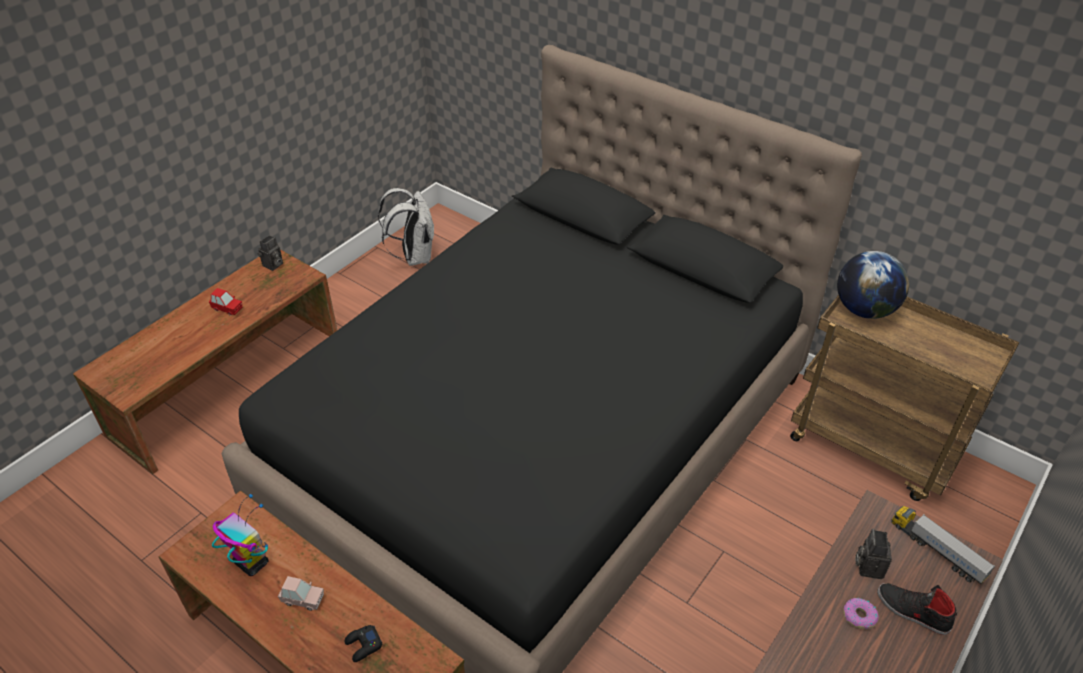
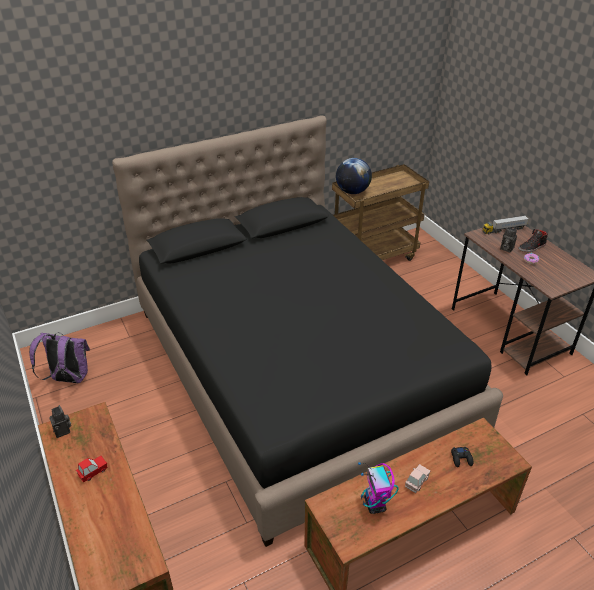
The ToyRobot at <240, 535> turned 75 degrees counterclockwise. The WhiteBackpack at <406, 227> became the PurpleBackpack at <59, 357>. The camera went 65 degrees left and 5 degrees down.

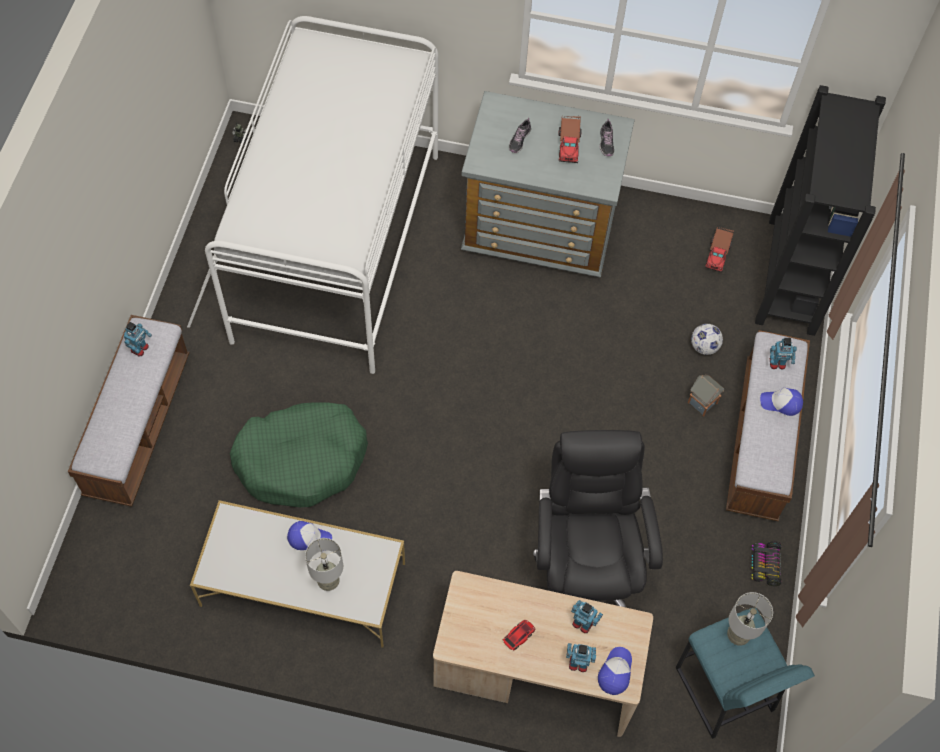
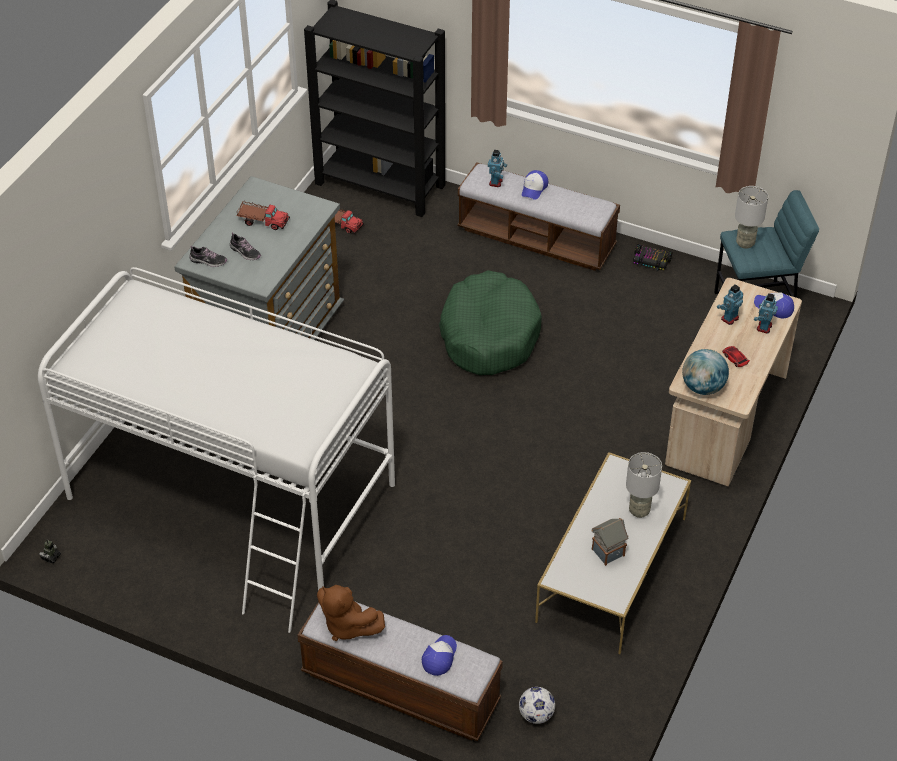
The ToyRobot at <138, 339> was replaced by the BrownPlushToy at <351, 613>. The GreenDogBed moved from <299, 454> to <490, 322>. The Cap moved from <309, 535> to <439, 655>. The BlackOfficeChair at <598, 518> disappeared. The Shoe moved from <607, 137> to <208, 256>. The ToyHouse moved from <706, 396> to <610, 542>. The Football moved from <707, 339> to <537, 705>. The Globe at <705, 372> appeared. The camera went 75 degrees left and 15 degrees down.

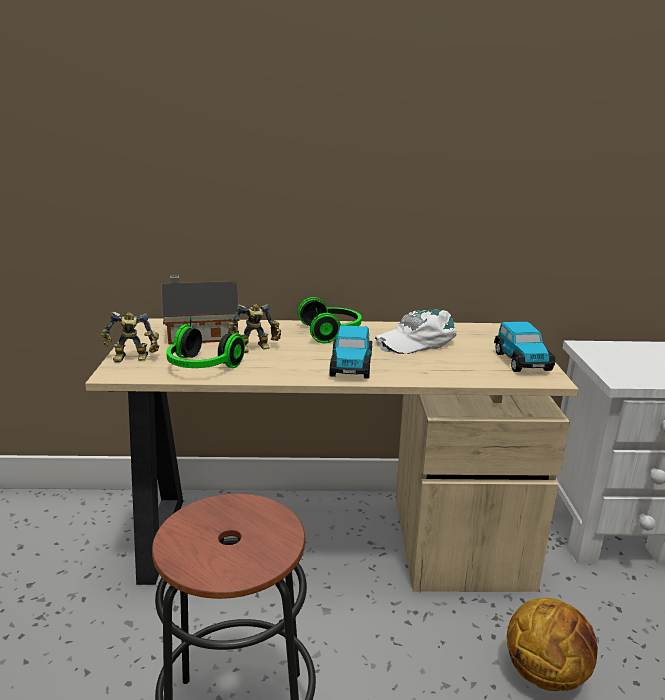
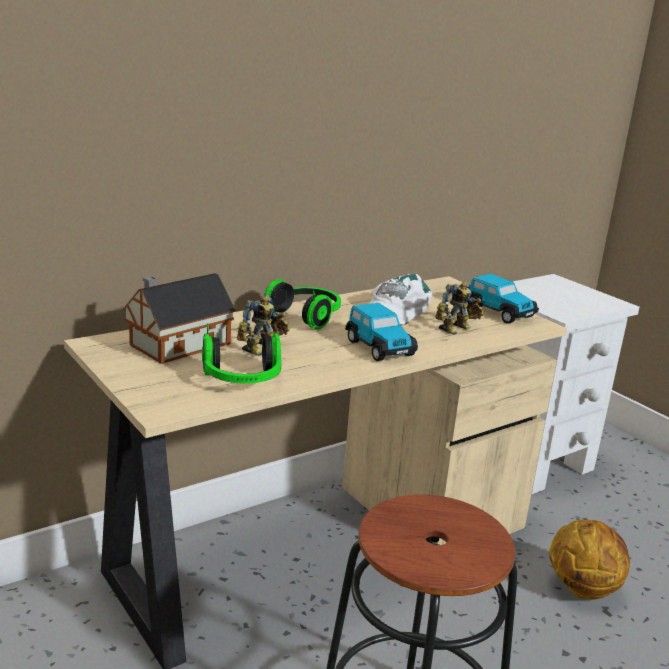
The ToyRobot moved from <130, 337> to <459, 308>. The camera went 35 degrees left and 0 degrees up.

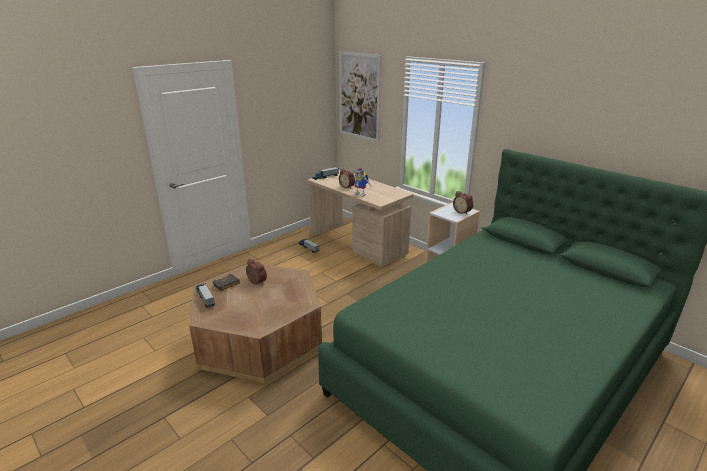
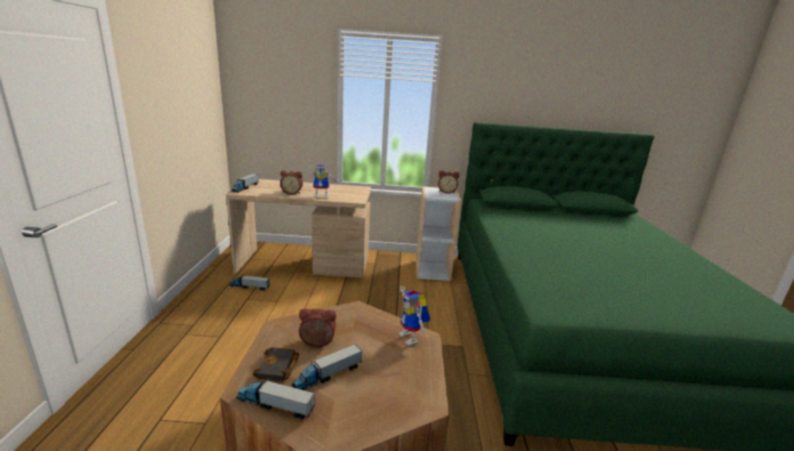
The Picture at <360, 97> disappeared. The ToyTruck at <326, 367> appeared. The ToyRobot at <414, 316> appeared. The camera went 45 degrees left and 5 degrees down.

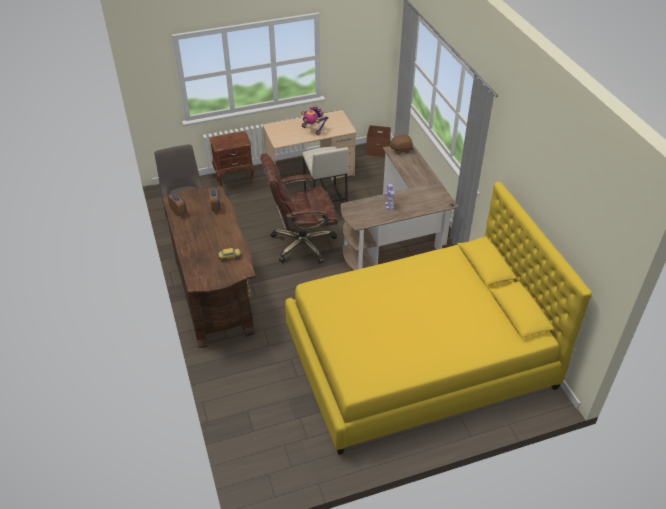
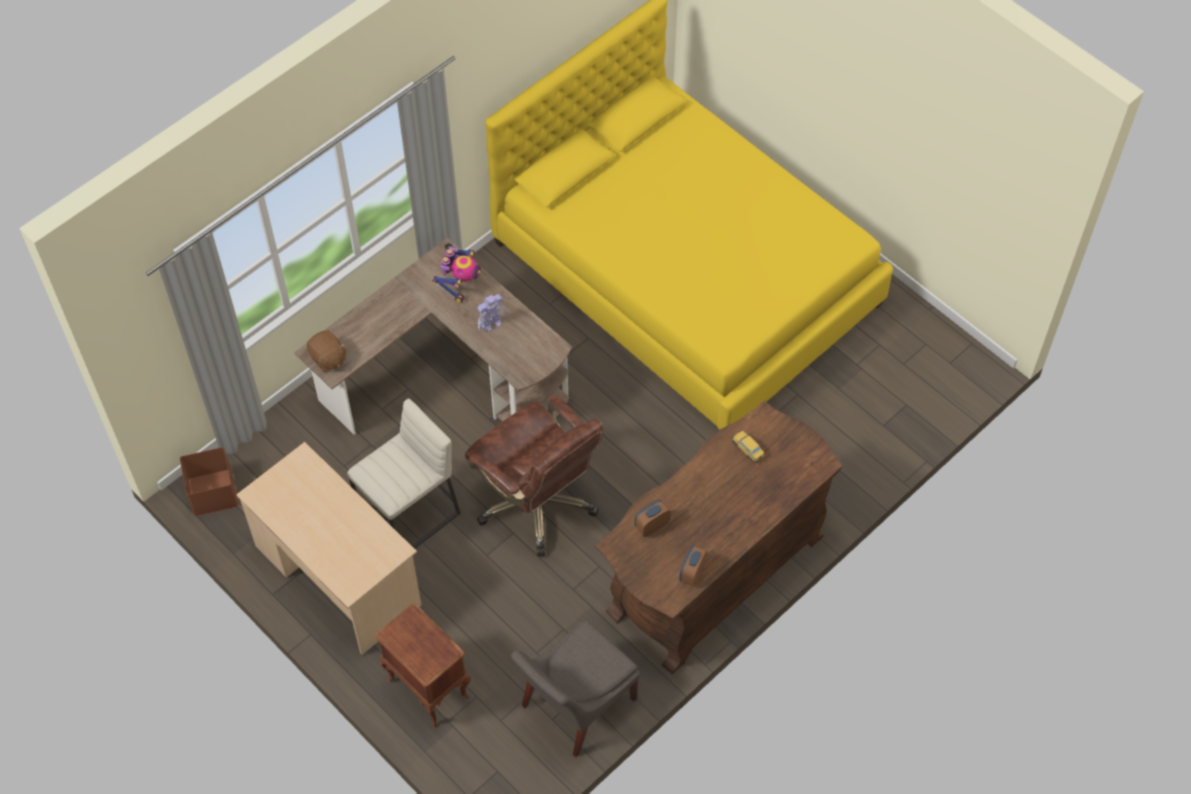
The ToyRobot moved from <314, 120> to <456, 275>. The camera went 115 degrees left and 15 degrees up.

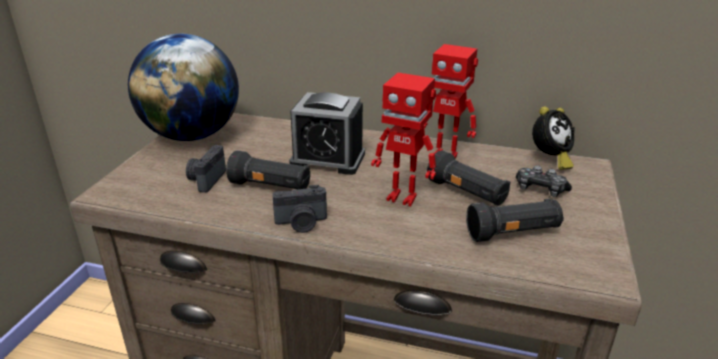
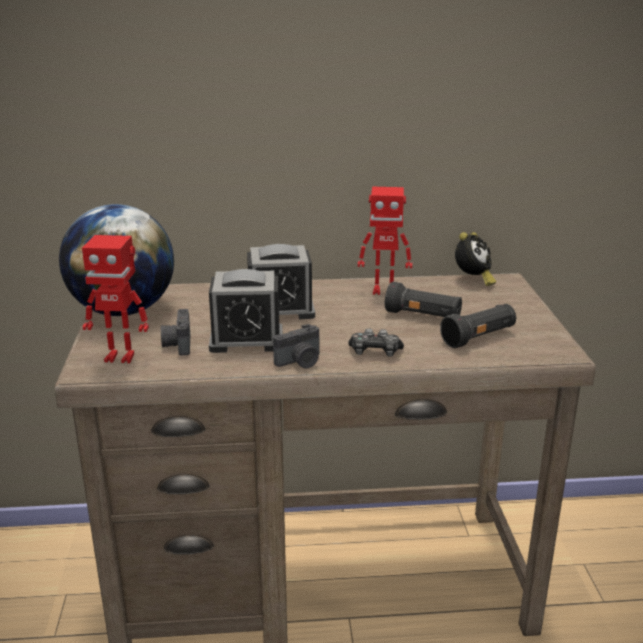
The BlackFlashlight at <268, 169> was replaced by the AlarmClock at <246, 311>. The ToyRobot moved from <403, 139> to <115, 299>. The GameController moved from <544, 181> to <376, 342>. The camera went 20 degrees left and 5 degrees down.

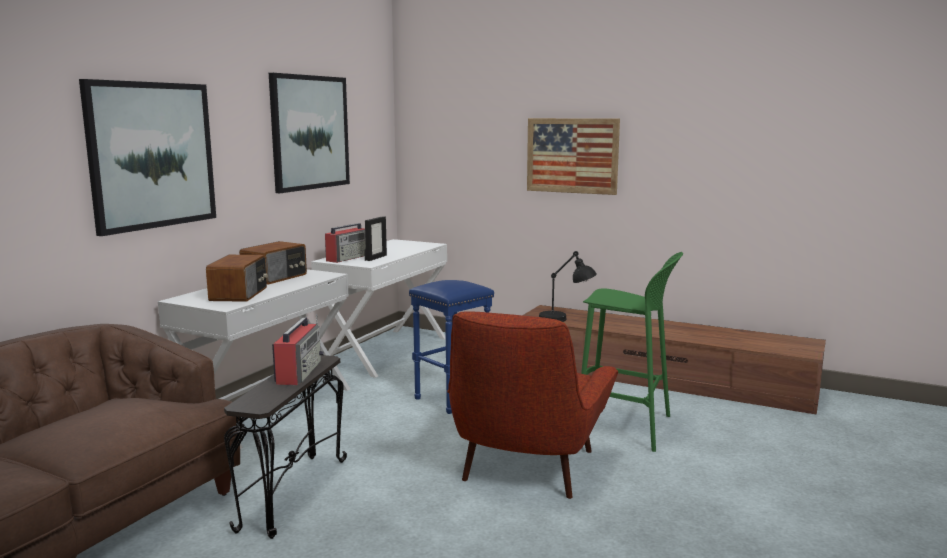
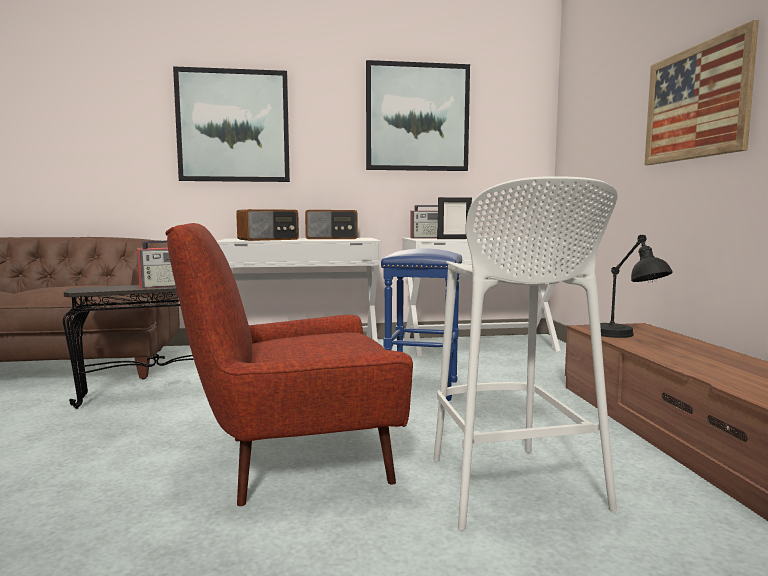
The GreenStool at <632, 352> became the WhiteStool at <526, 353>. The camera went 55 degrees right and 5 degrees down.

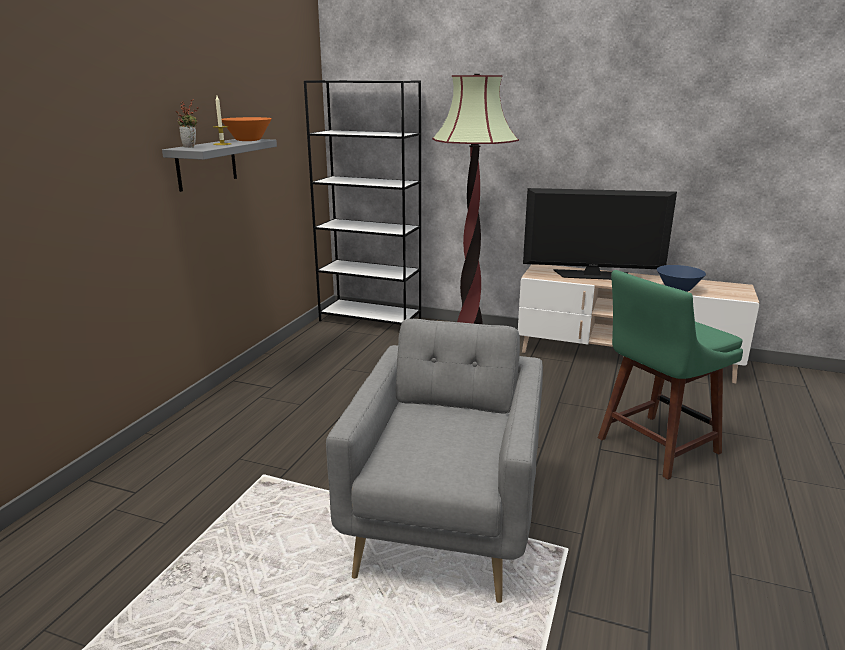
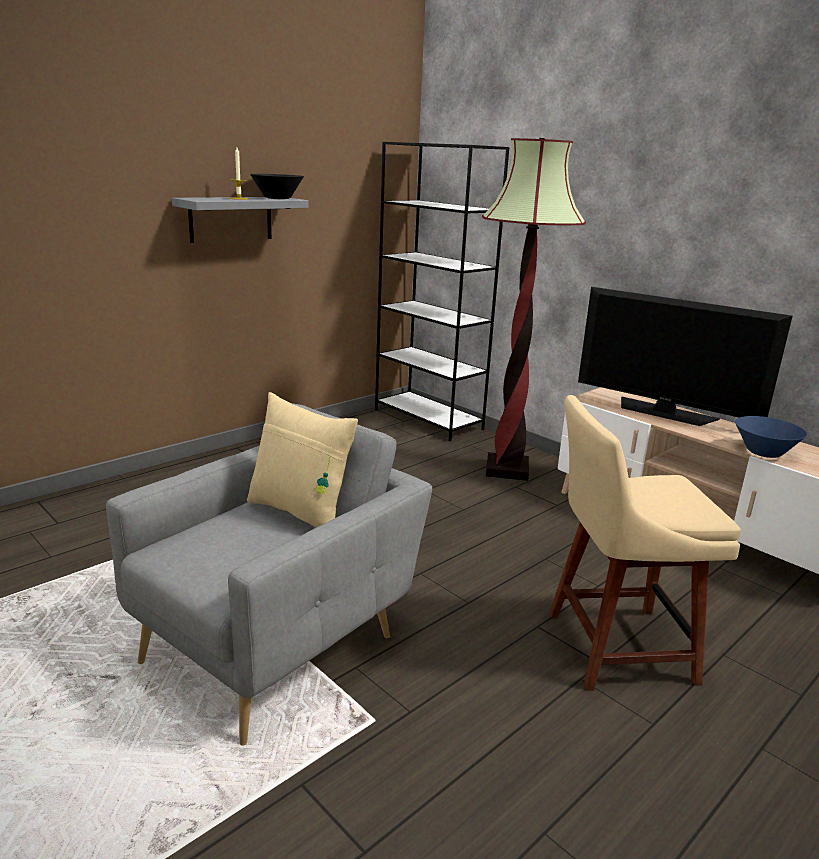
The PottedPlant at <187, 123> disappeared. The OrangeBowl at <247, 129> became the BlackBowl at <277, 186>. The GreenStool at <670, 375> became the BeigeStool at <645, 543>. The BeigePillow at <302, 460> appeared. The camera went 25 degrees right and 0 degrees up.

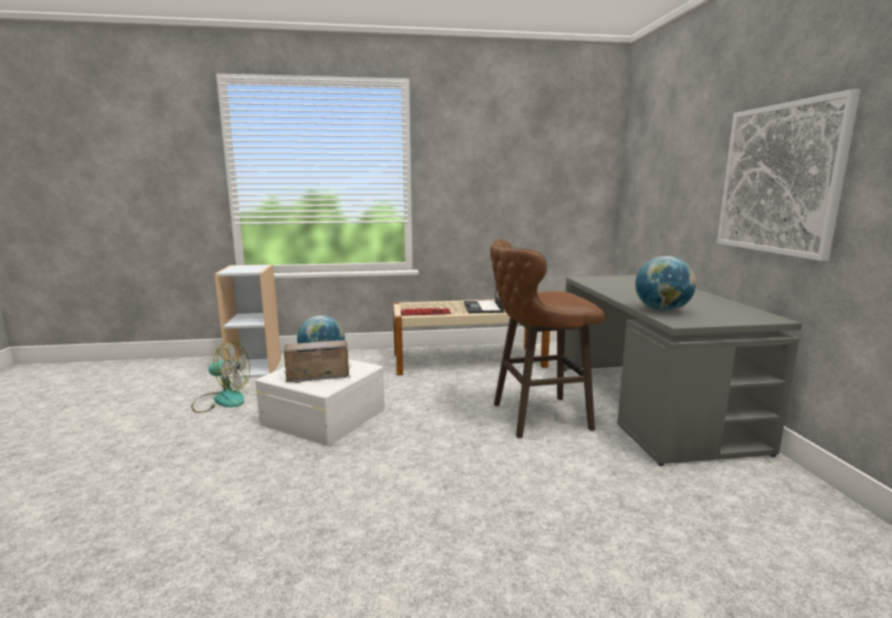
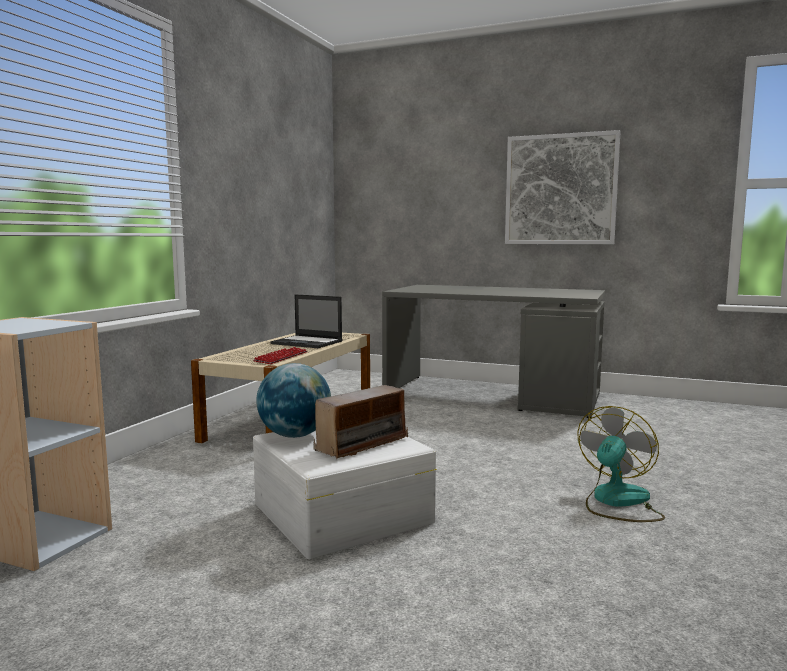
The Fan moved from <220, 377> to <621, 464>. The Radio at <316, 361> turned 150 degrees counterclockwise. The BrownStool at <547, 339> disappeared. The Globe at <665, 284> disappeared. The camera went 60 degrees left and 5 degrees down.

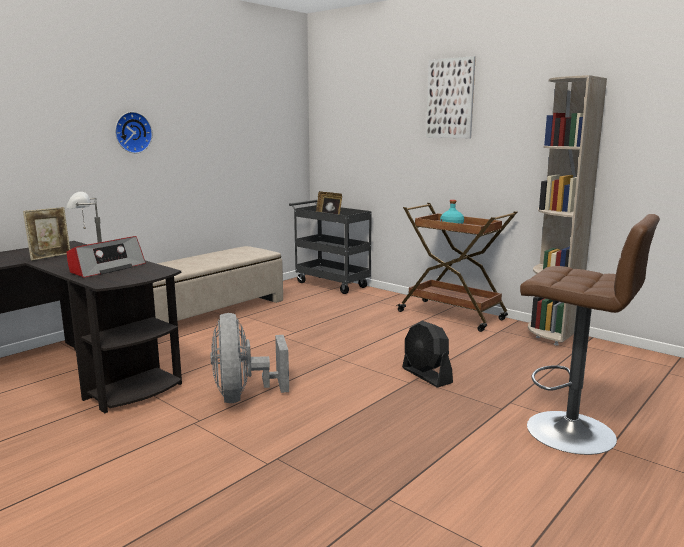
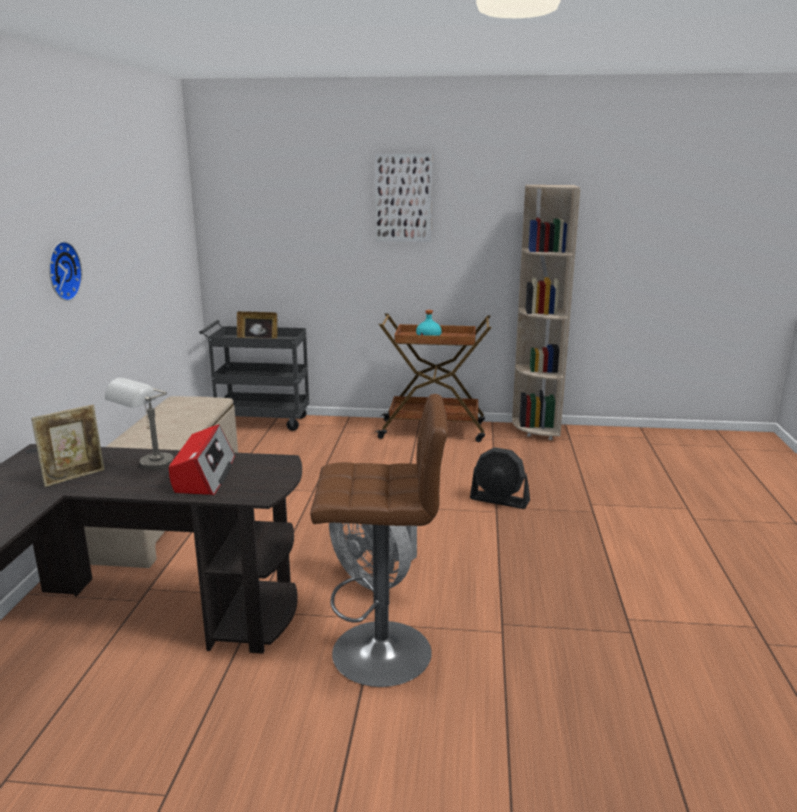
The PictureFrame at <46, 234> turned 45 degrees clockwise. The BrownStool moved from <590, 334> to <379, 540>. The camera went 35 degrees left and 5 degrees up.

